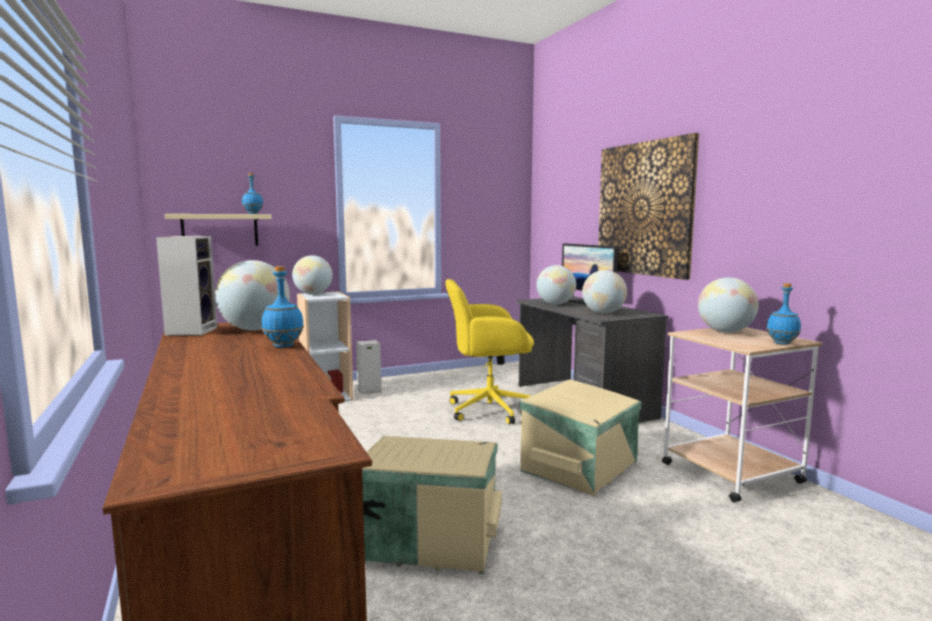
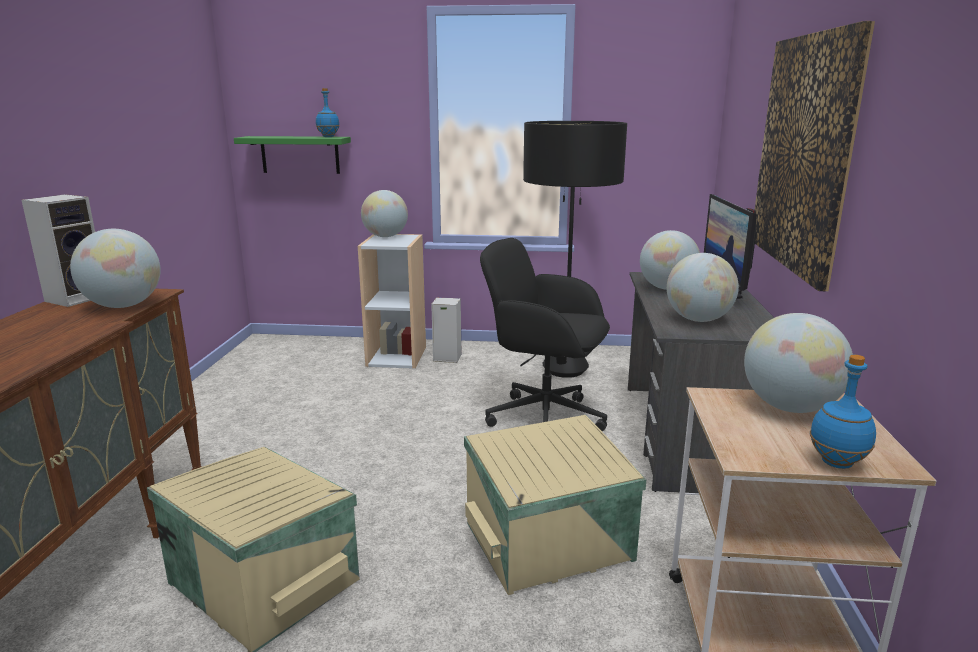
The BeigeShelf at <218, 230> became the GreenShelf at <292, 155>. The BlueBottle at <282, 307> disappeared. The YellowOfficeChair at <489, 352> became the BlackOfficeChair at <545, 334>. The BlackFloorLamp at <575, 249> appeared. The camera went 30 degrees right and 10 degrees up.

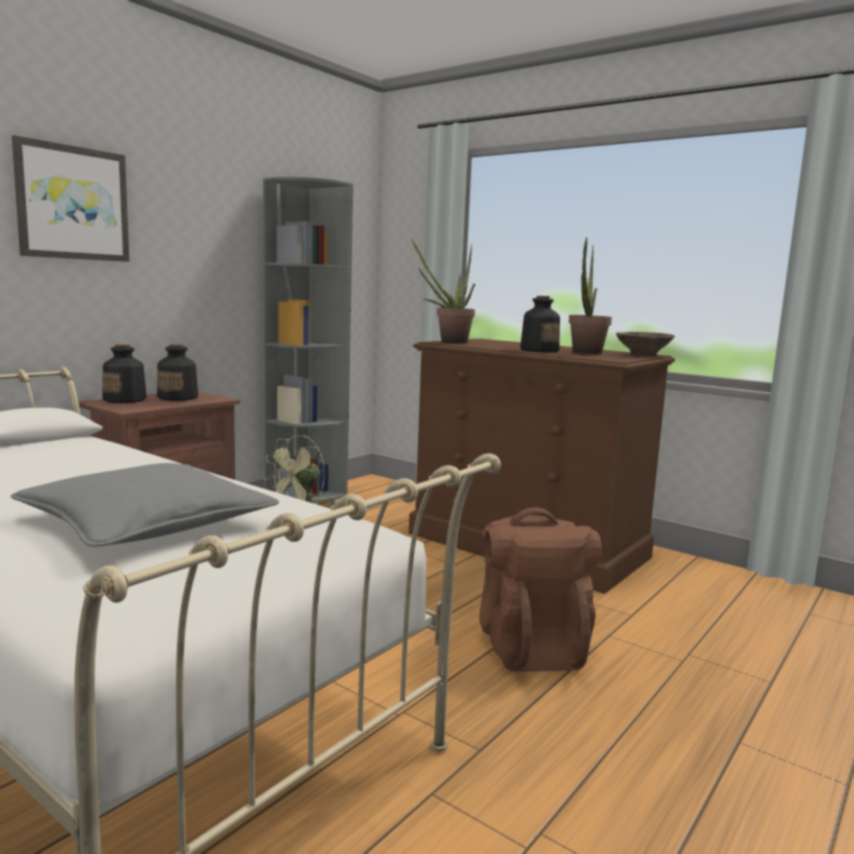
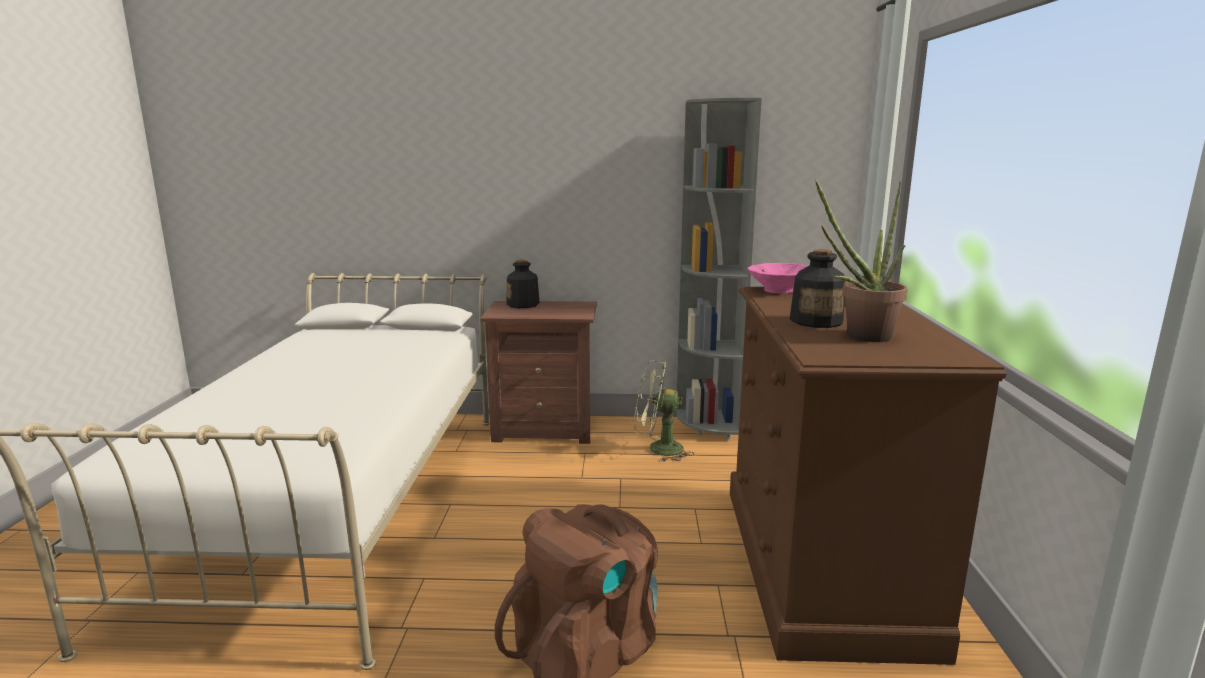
The GreyPillow at <145, 505> disappeared. The Picture at <70, 198> disappeared. The Bottle at <177, 372> disappeared. The PottedPlant at <443, 291> was replaced by the PinkBowl at <777, 278>. The BrownBowl at <645, 344> disappeared. The camera went 55 degrees right and 5 degrees up.

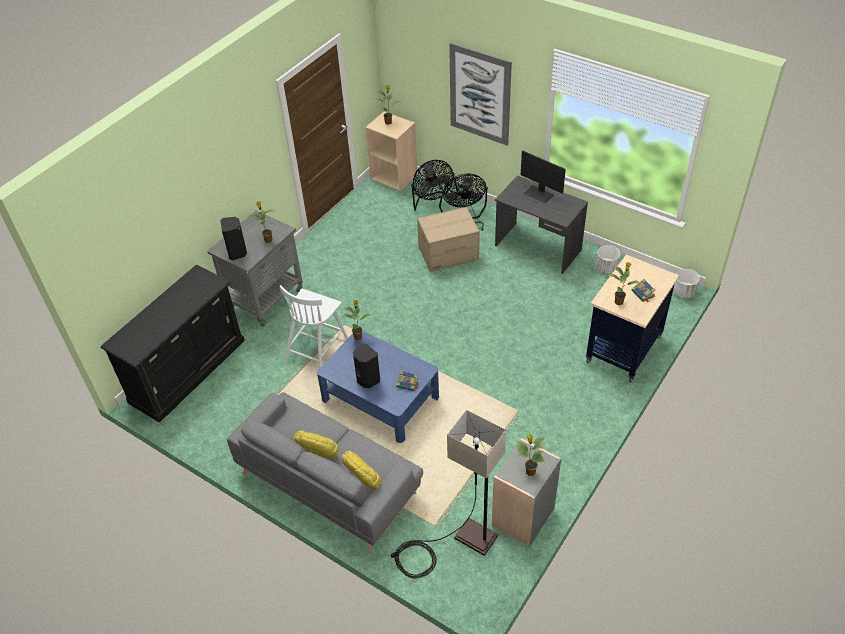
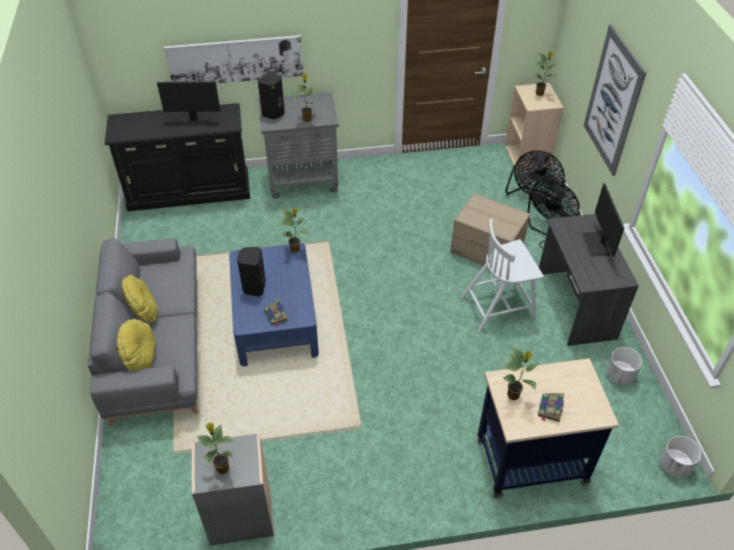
The WhiteChair moved from <313, 326> to <502, 275>. The FloorLamp at <448, 494> disappeared. The Monitor at <188, 105> appeared. The Picture at <233, 59> appeared. The camera went 45 degrees right and 0 degrees up.

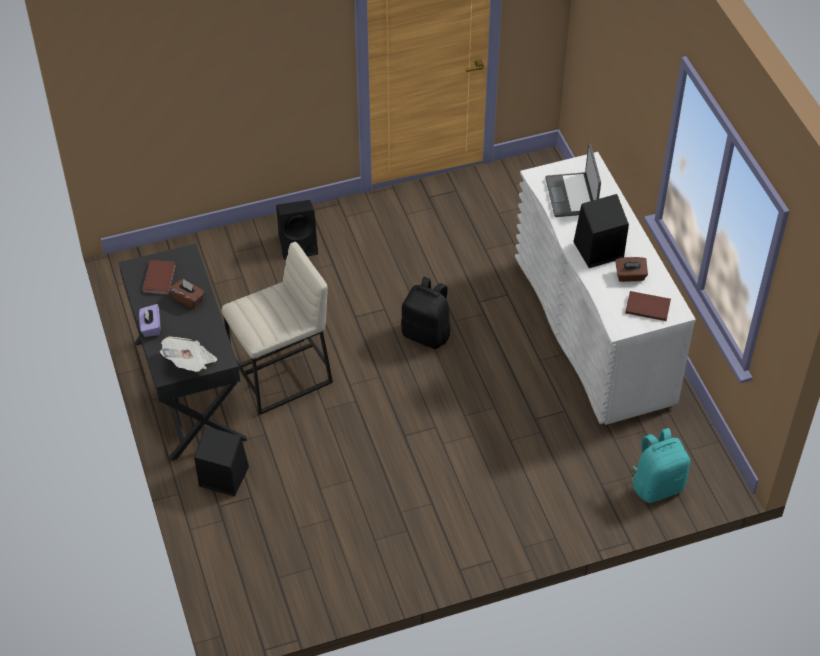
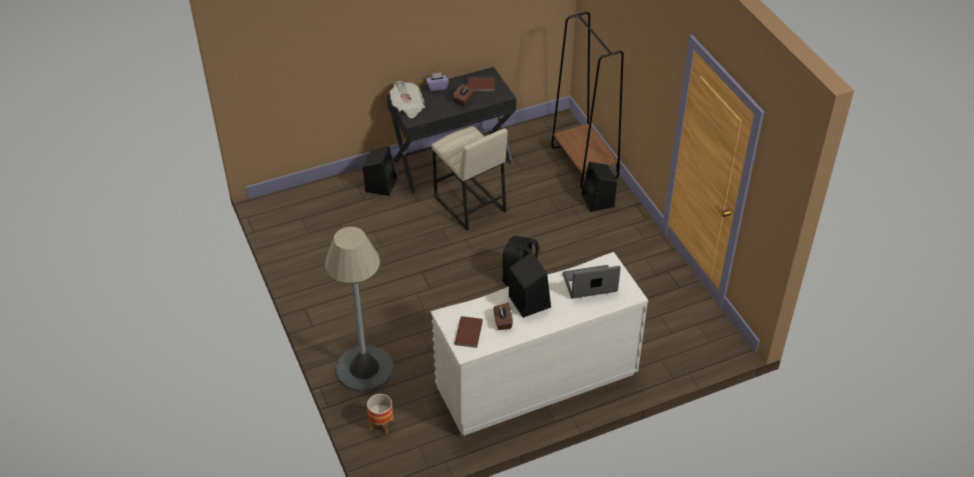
The TurquoiseBackpack at <661, 465> was replaced by the Planter at <380, 414>. The GreyFloorLamp at <359, 309> appeared. The ClothesRack at <587, 100> appeared. The camera went 85 degrees right and 5 degrees down.

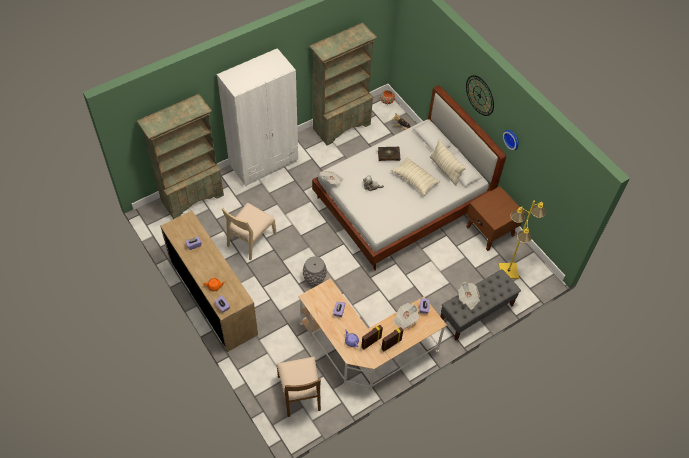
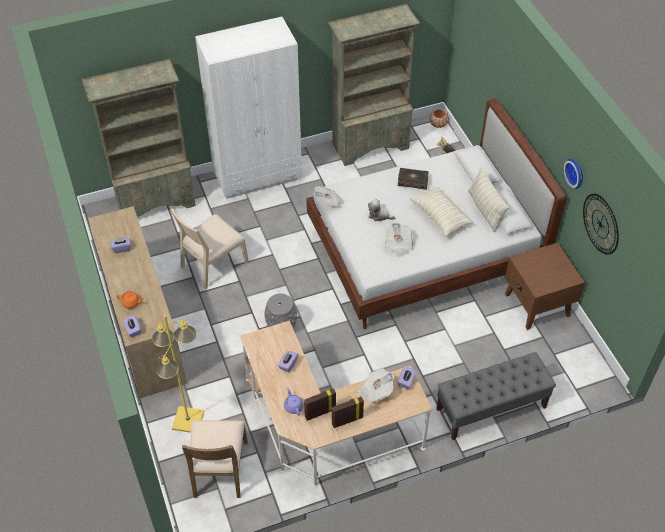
The Newspaper moved from <469, 295> to <399, 240>. The WallClock moved from <480, 95> to <601, 224>. The YellowFloorLamp moved from <522, 239> to <178, 374>. The camera went 15 degrees right and 5 degrees down.

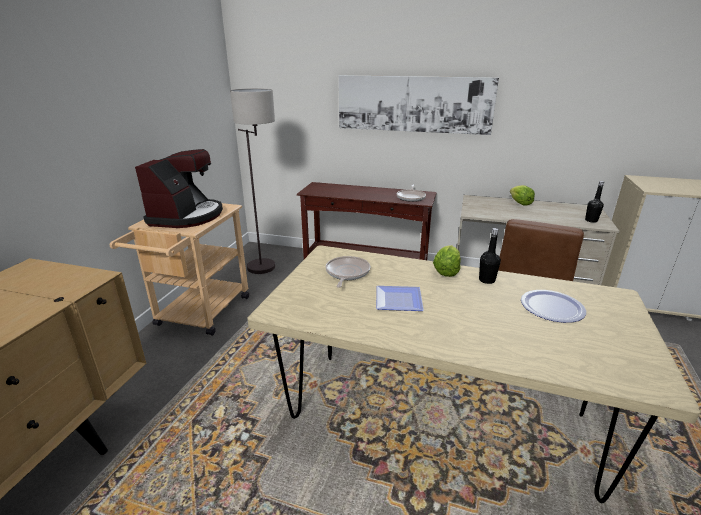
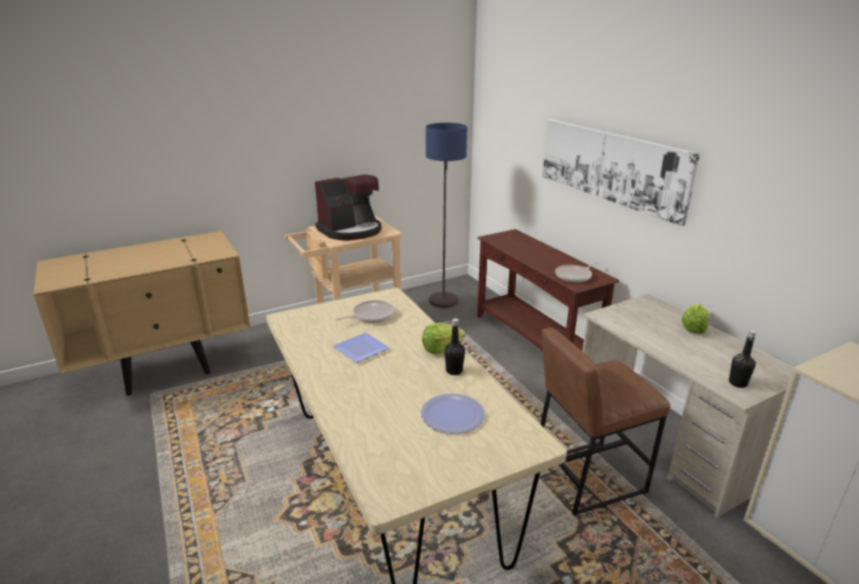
The GreyFloorLamp at <252, 181> became the BlueFloorLamp at <446, 215>. The camera went 45 degrees right and 0 degrees up.

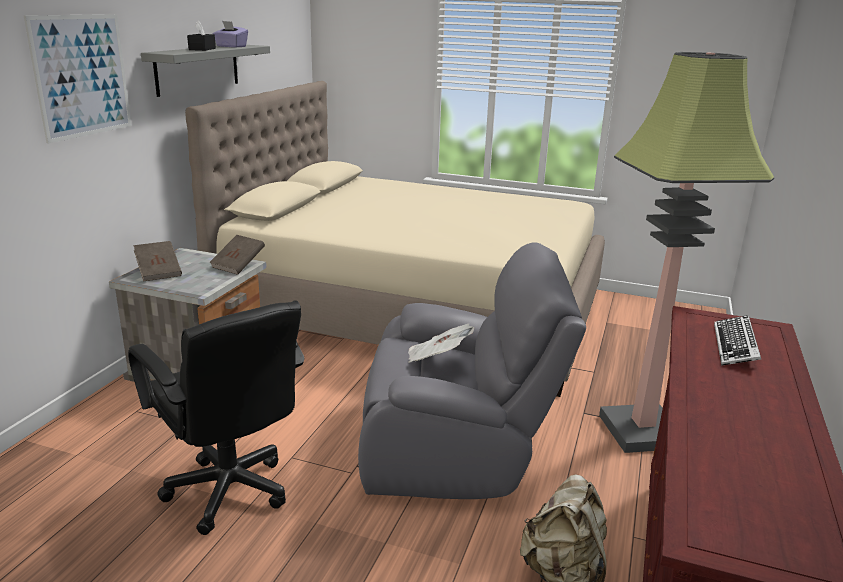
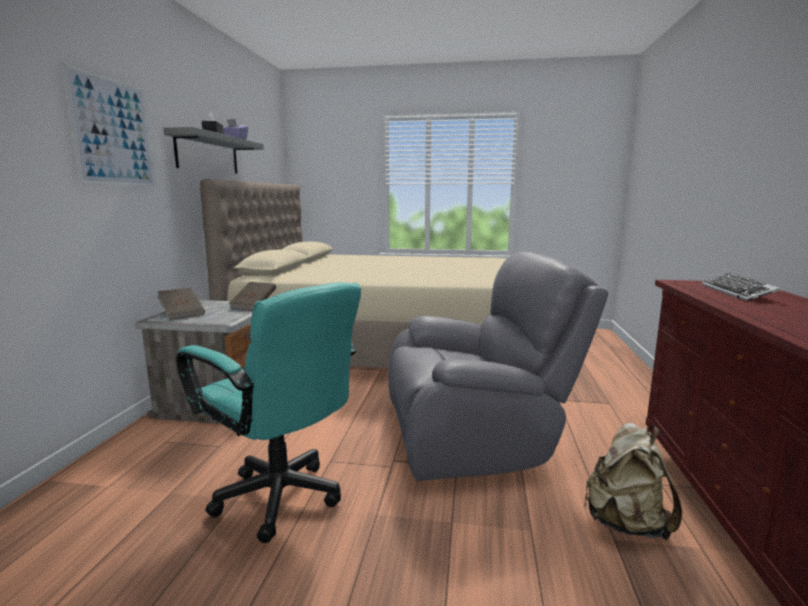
The BlackOfficeChair at <216, 417> became the TurquoiseOfficeChair at <268, 412>. The Newspaper at <441, 343> disappeared. The FloorLamp at <686, 252> disappeared. The camera went 10 degrees left and 10 degrees down.

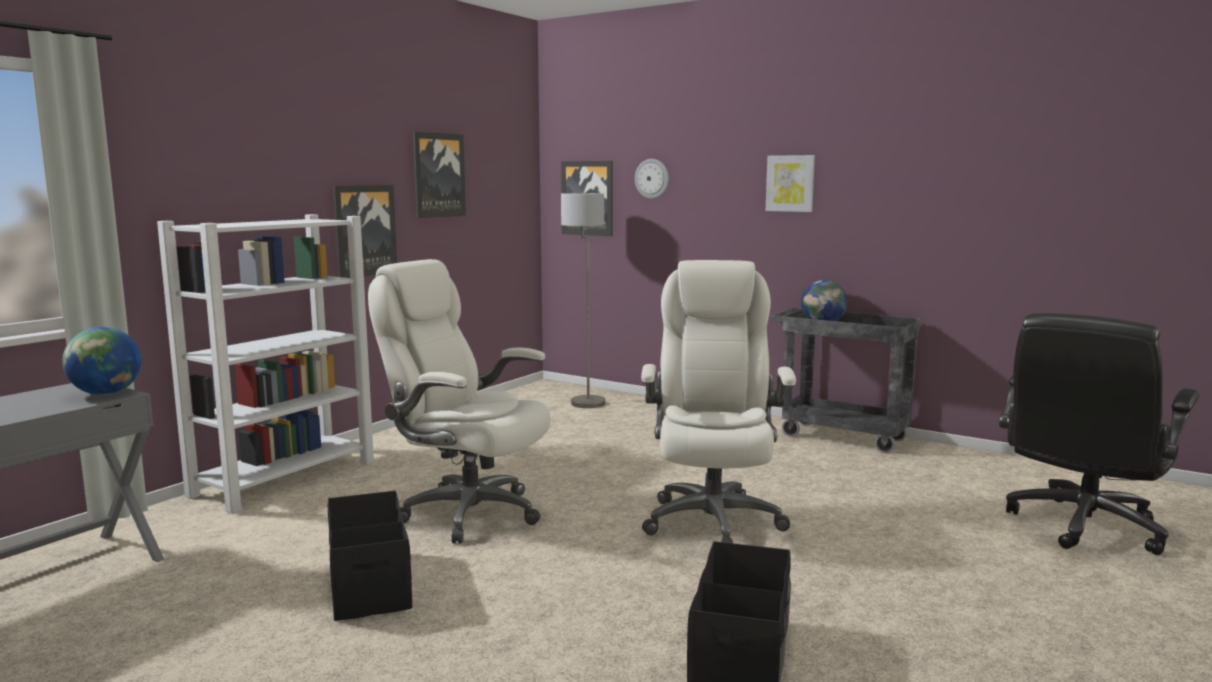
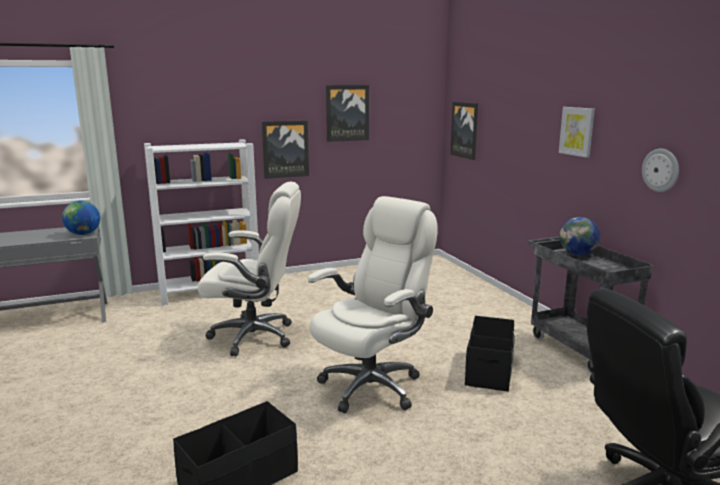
The BlackStorageBox moved from <370, 556> to <490, 353>. The WhiteOfficeChair at <459, 401> turned 120 degrees clockwise. The GreyFloorLamp at <583, 300> disappeared. The WallClock moved from <652, 179> to <660, 170>. The camera went 35 degrees right and 5 degrees up.

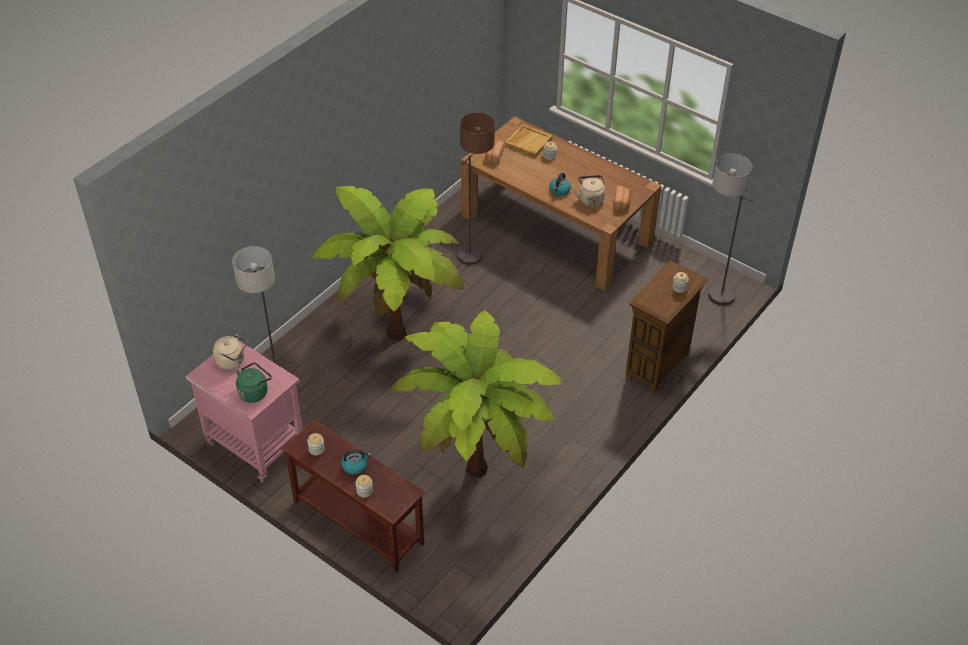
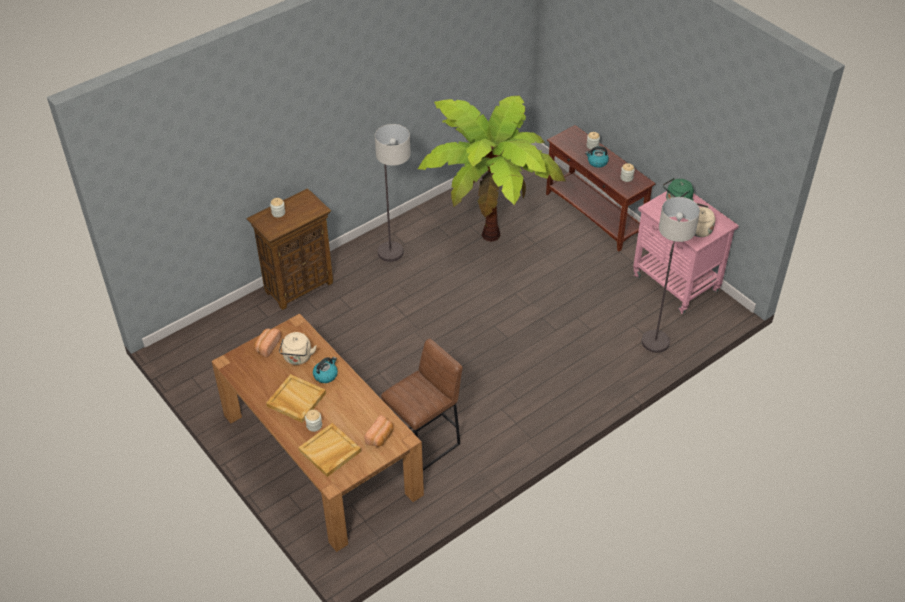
The PottedPlant at <388, 263> disappeared. The BrownFloorLamp at <476, 189> was replaced by the BrownStool at <422, 404>. The GreyFloorLamp moved from <731, 229> to <392, 193>. The BeigeTray at <296, 398> appeared. The camera went 165 degrees left and 0 degrees up.

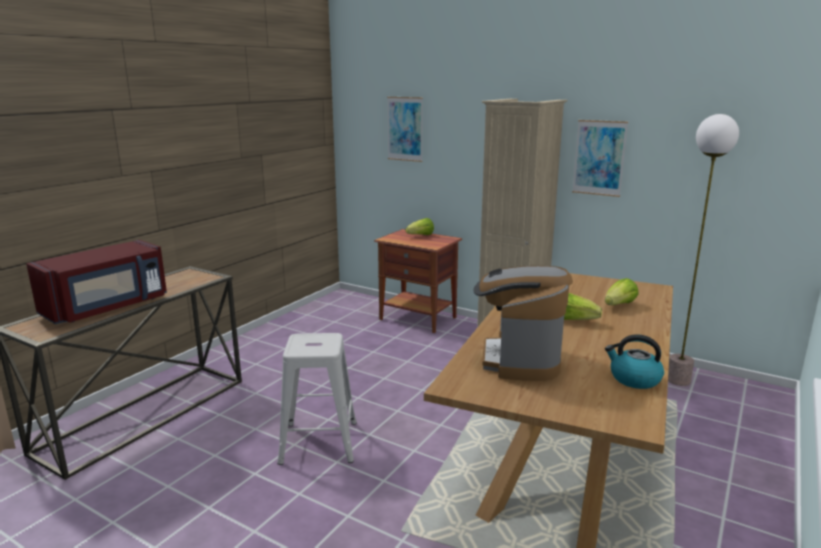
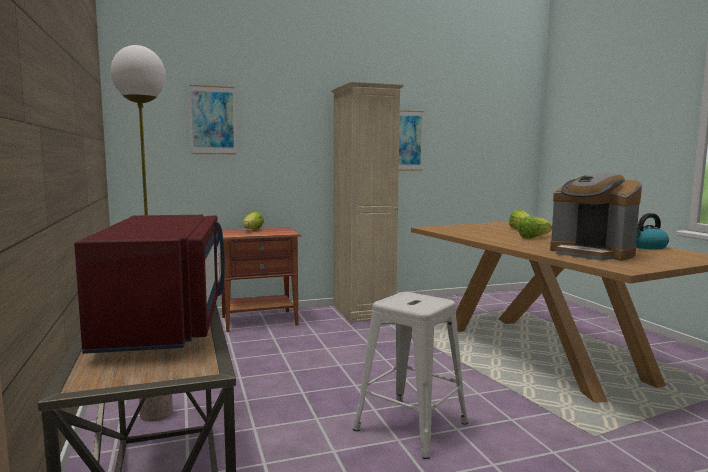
The FloorLamp moved from <703, 250> to <142, 233>. The camera went 50 degrees left and 10 degrees down.

